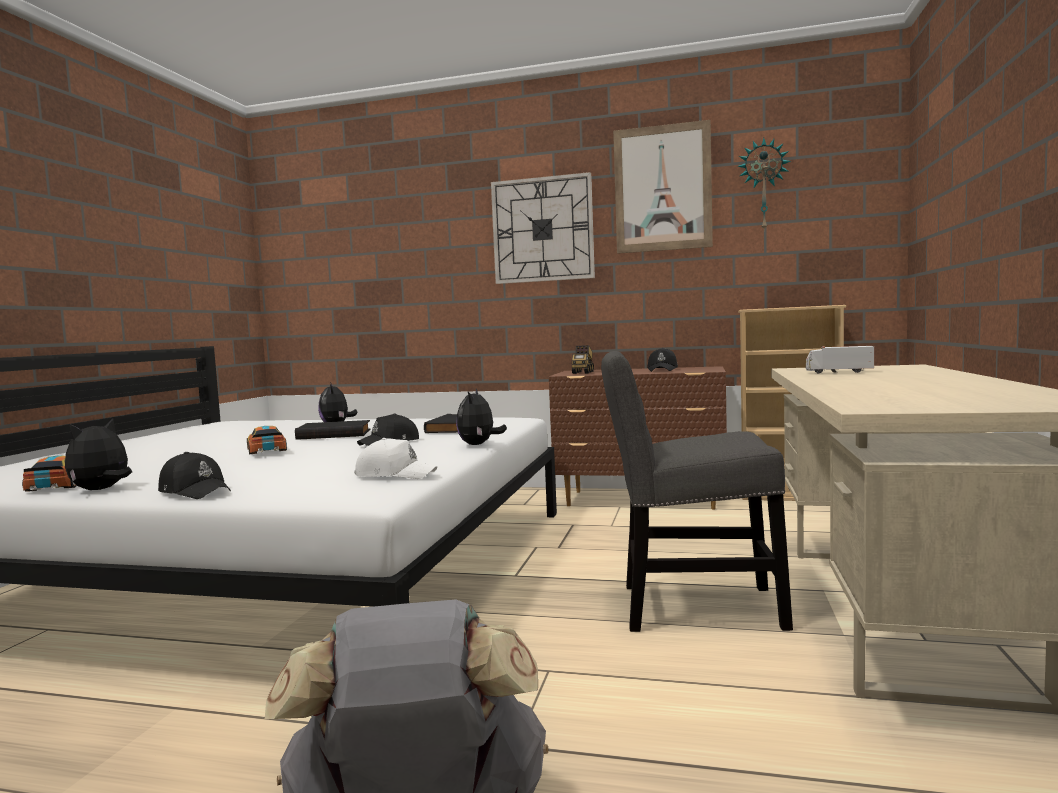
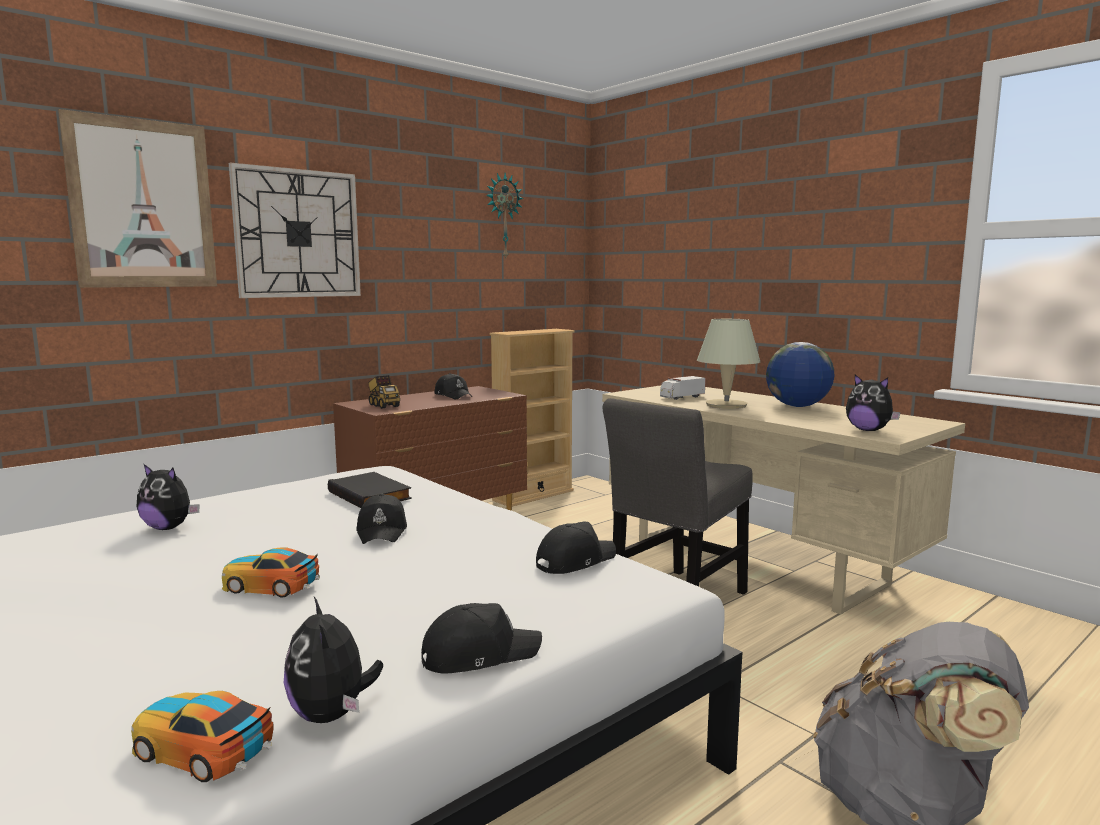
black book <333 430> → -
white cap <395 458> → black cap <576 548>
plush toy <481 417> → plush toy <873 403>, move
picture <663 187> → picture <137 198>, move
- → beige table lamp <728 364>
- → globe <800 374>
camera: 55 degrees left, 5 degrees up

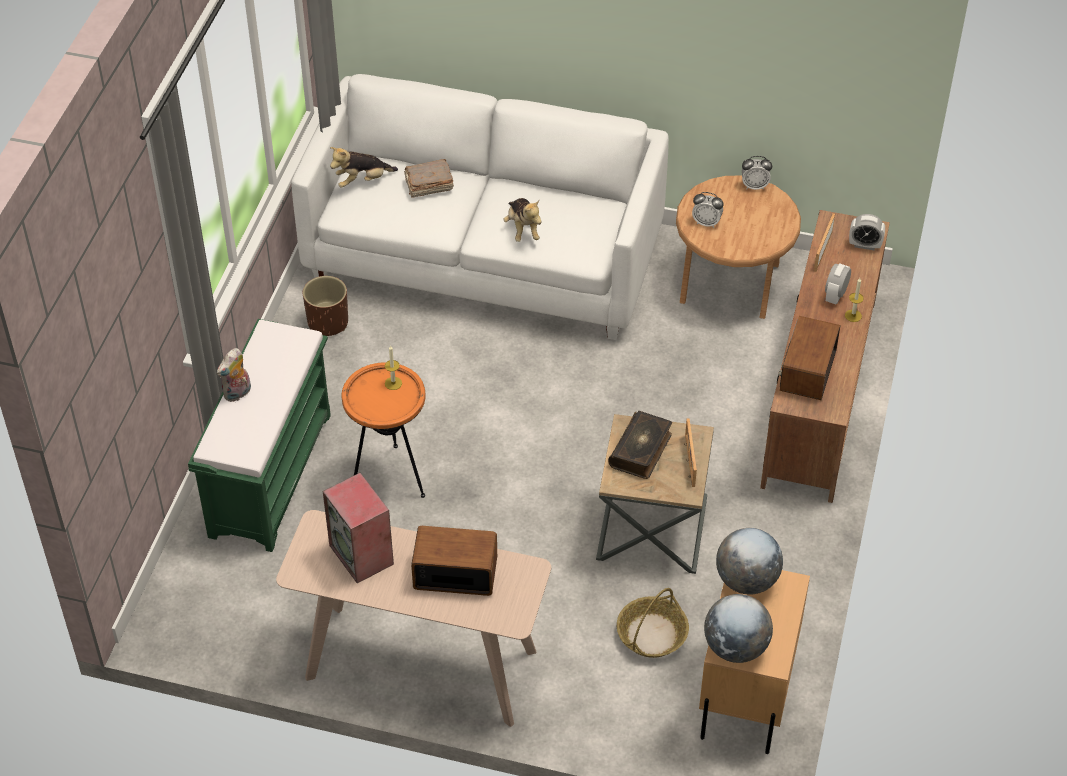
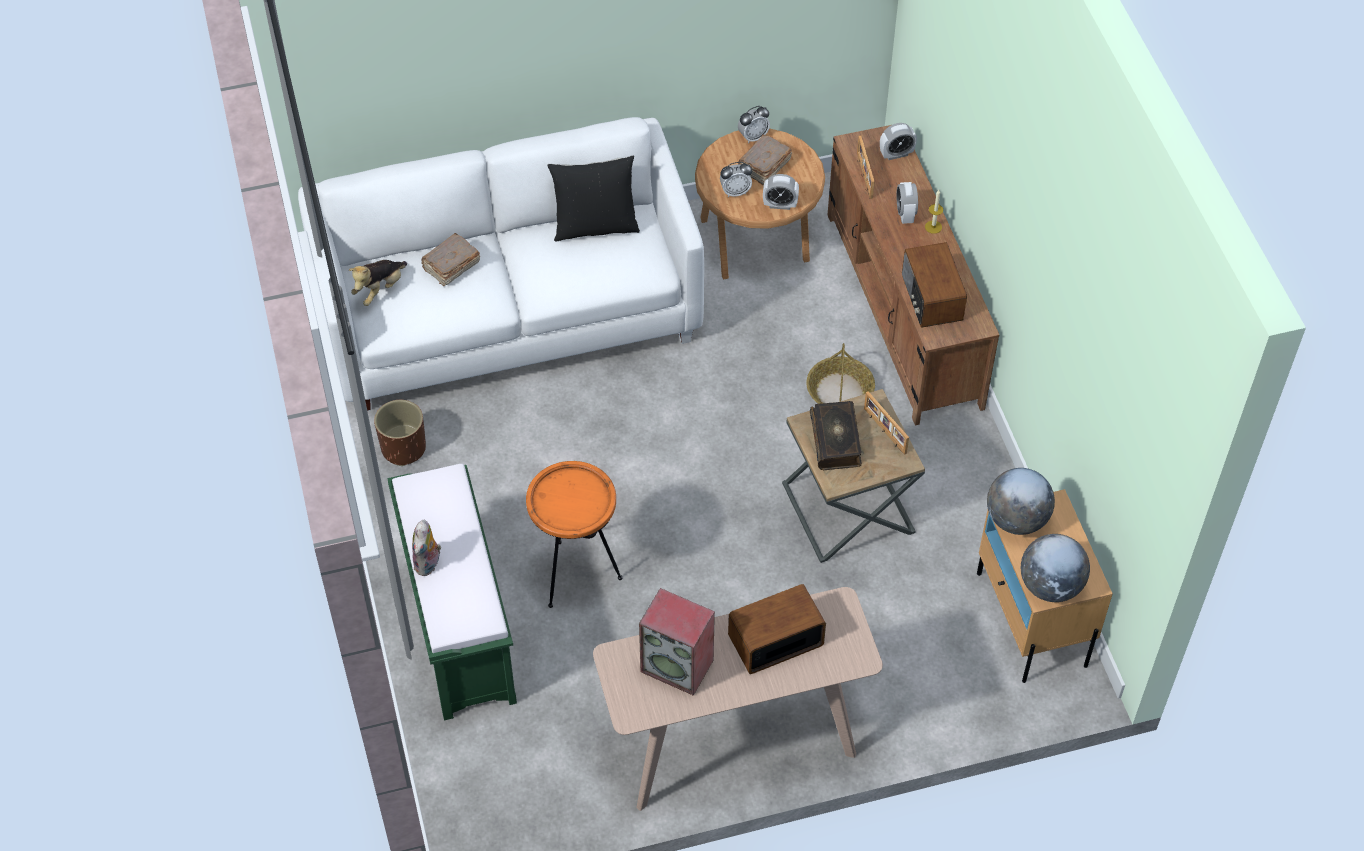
candle <393 367> → -
plush toy <522 220> → -
basket <653 623> → basket <840 373>, move
- → black pillow <593 198>
- → brown book <765 160>
- → alarm clock <781 192>
camera: 30 degrees left, 5 degrees up

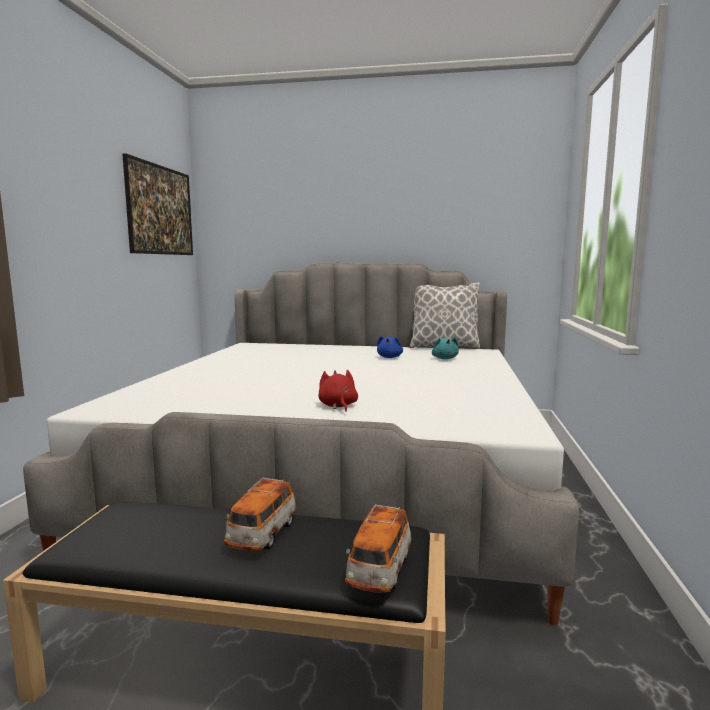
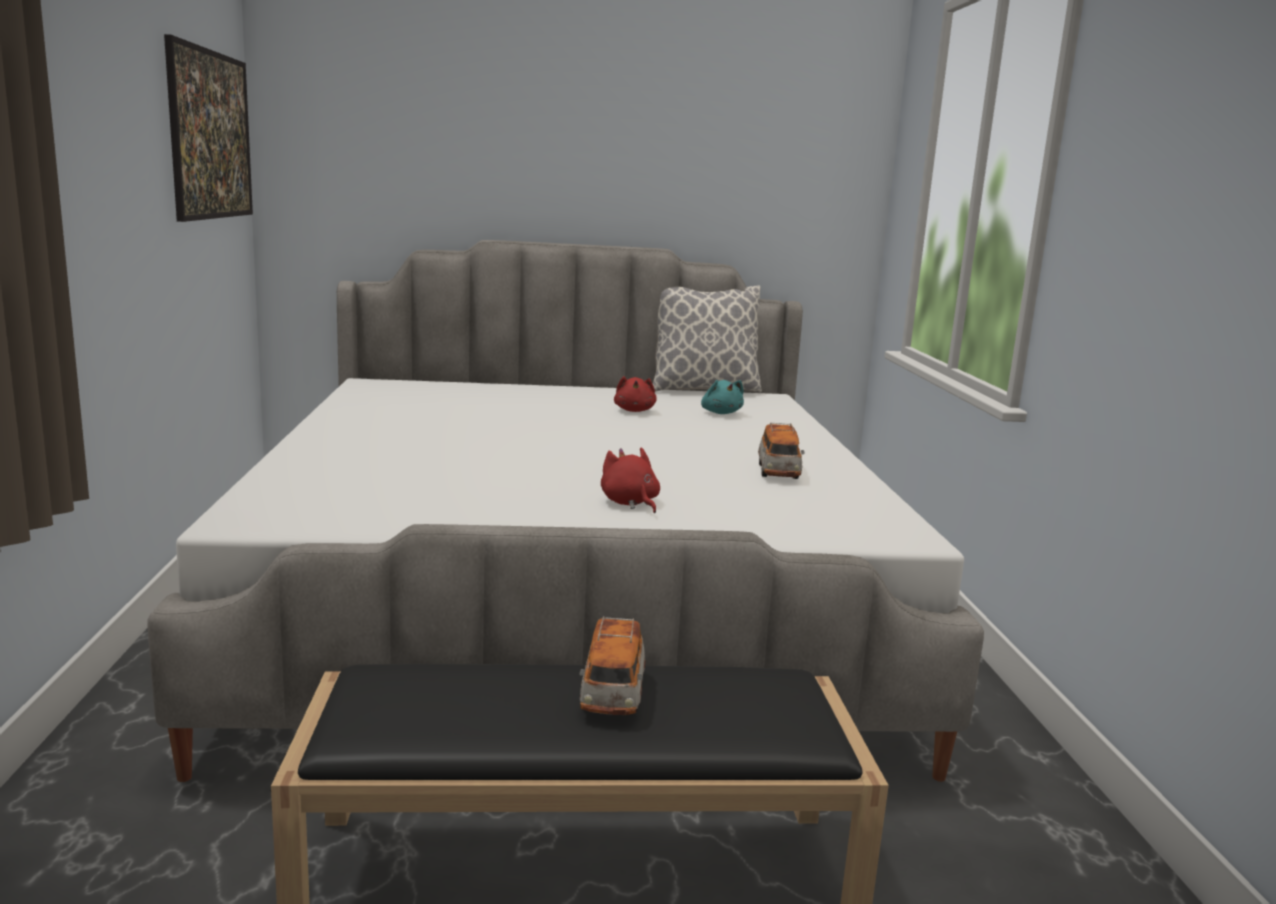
toy car <378 548> → toy car <781 450>, move
blue plush toy <390 347> → red plush toy <635 394>
camera: 15 degrees left, 5 degrees up

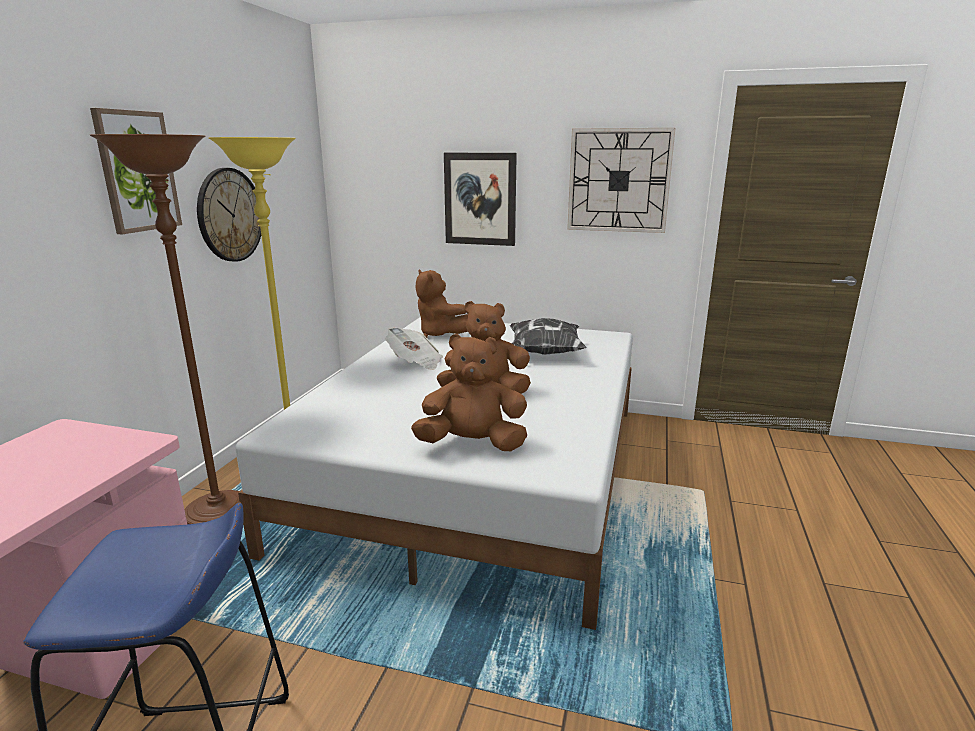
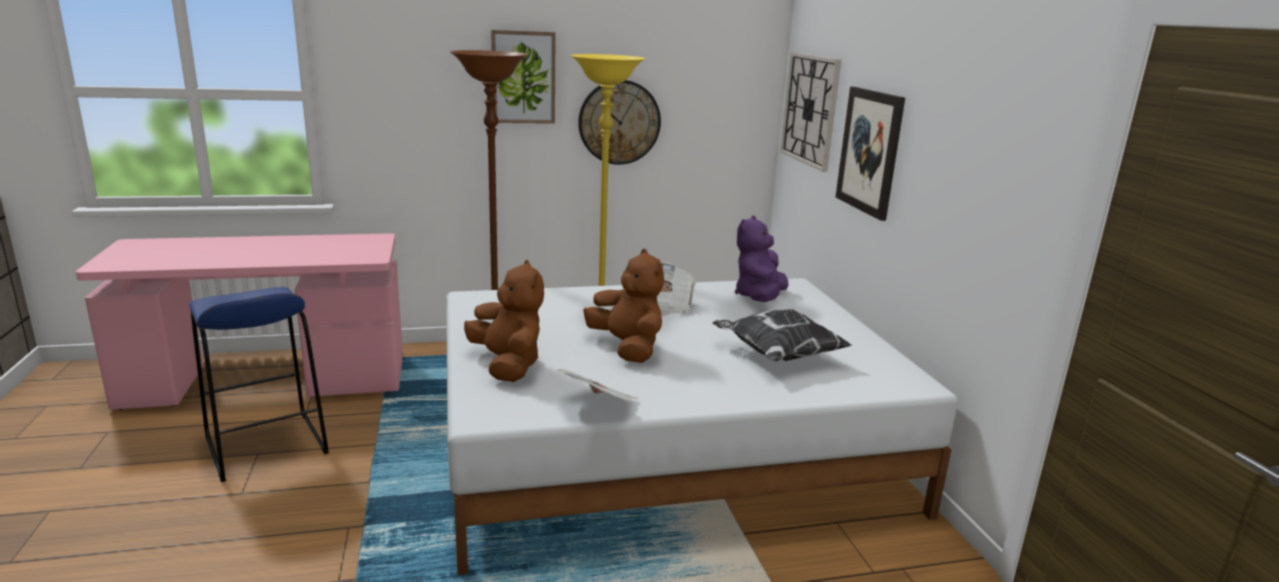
brown plush toy <441 304> → purple plush toy <762 259>
wall clock <621 180> → wall clock <810 112>, move
- → newspaper <598 385>
camera: 60 degrees right, 0 degrees up

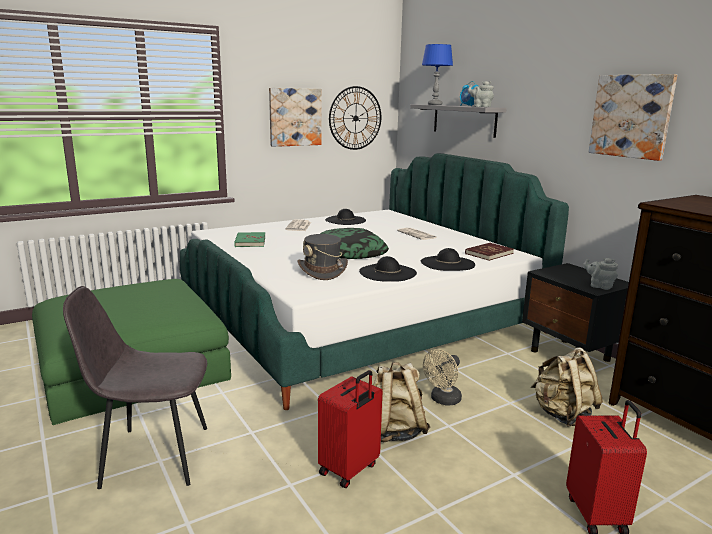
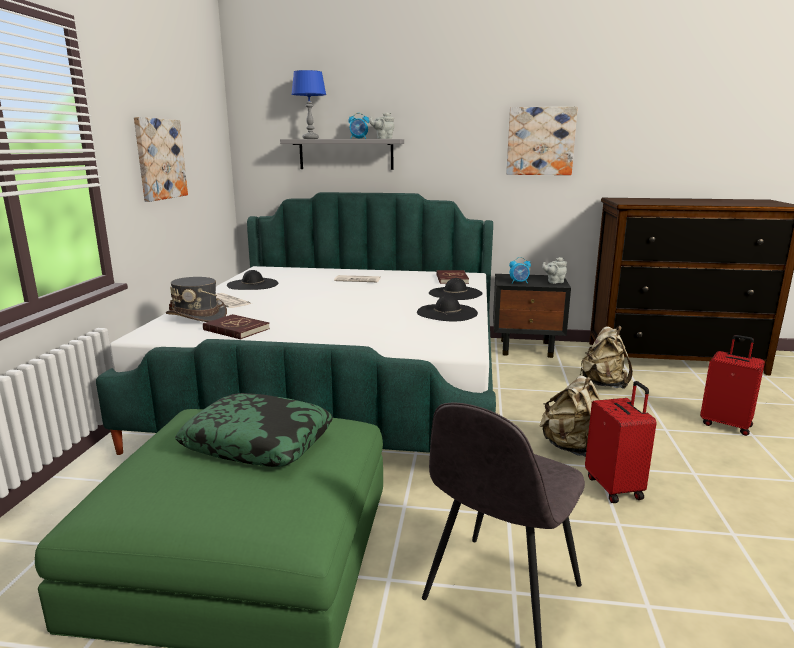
green book <249 239> → red book <236 326>
grey hat <322 257> → grey hat <196 299>, move
pillow <354 243> → pillow <254 430>, move
wall clock <355 118> → -
beige fan <442 377> → -
- → alarm clock <520 270>
camera: 50 degrees left, 0 degrees up

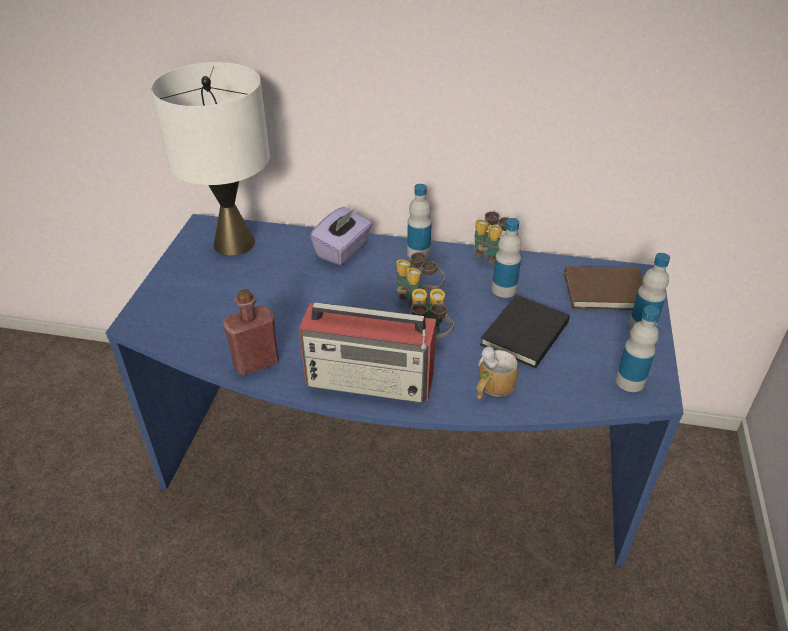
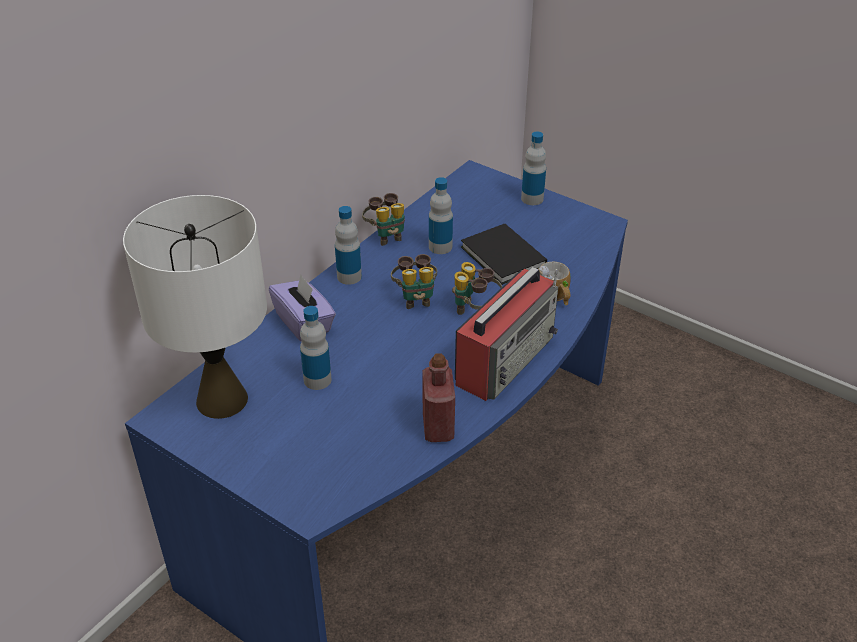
brown book <603 288> → -
bottle <638 349> → bottle <316 348>, move
camera: 65 degrees left, 0 degrees up

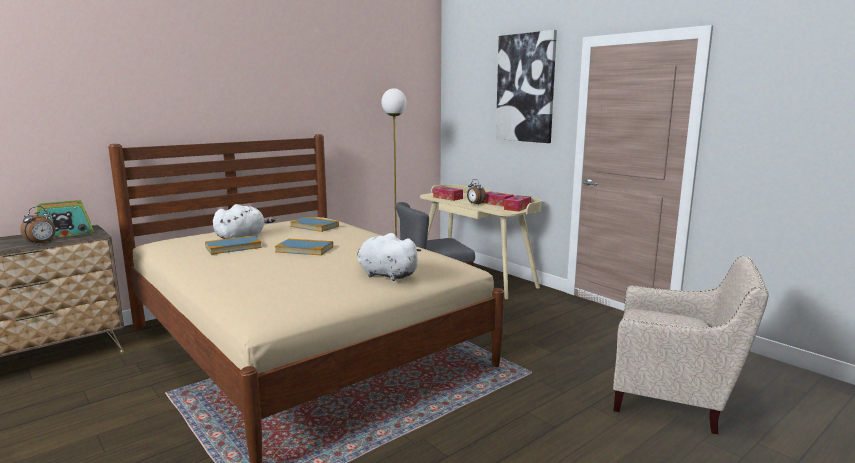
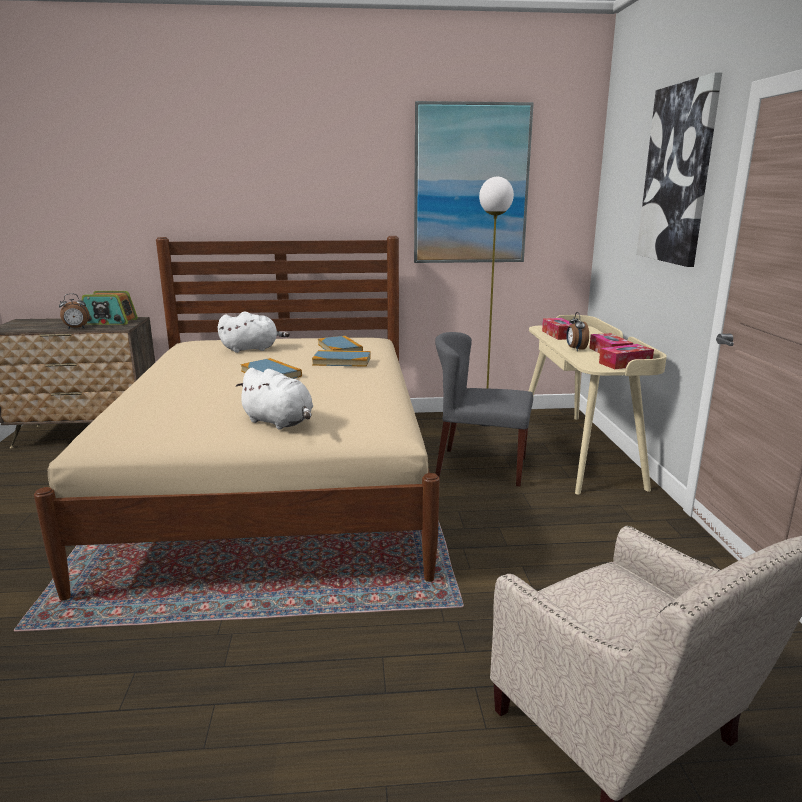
book <233 245> → book <341 358>, move
white plush toy <389 257> → white plush toy <274 399>, 150 degrees clockwise
- → picture <474 182>
camera: 35 degrees right, 5 degrees up

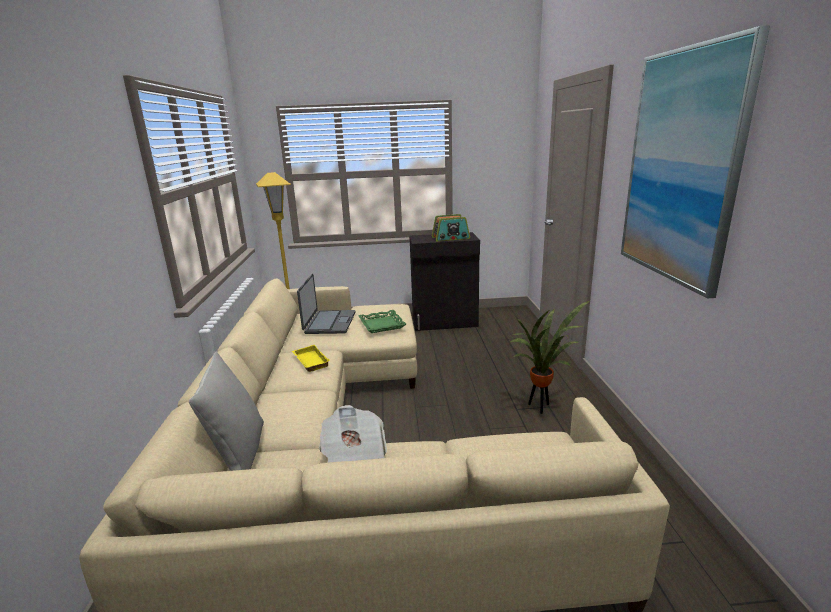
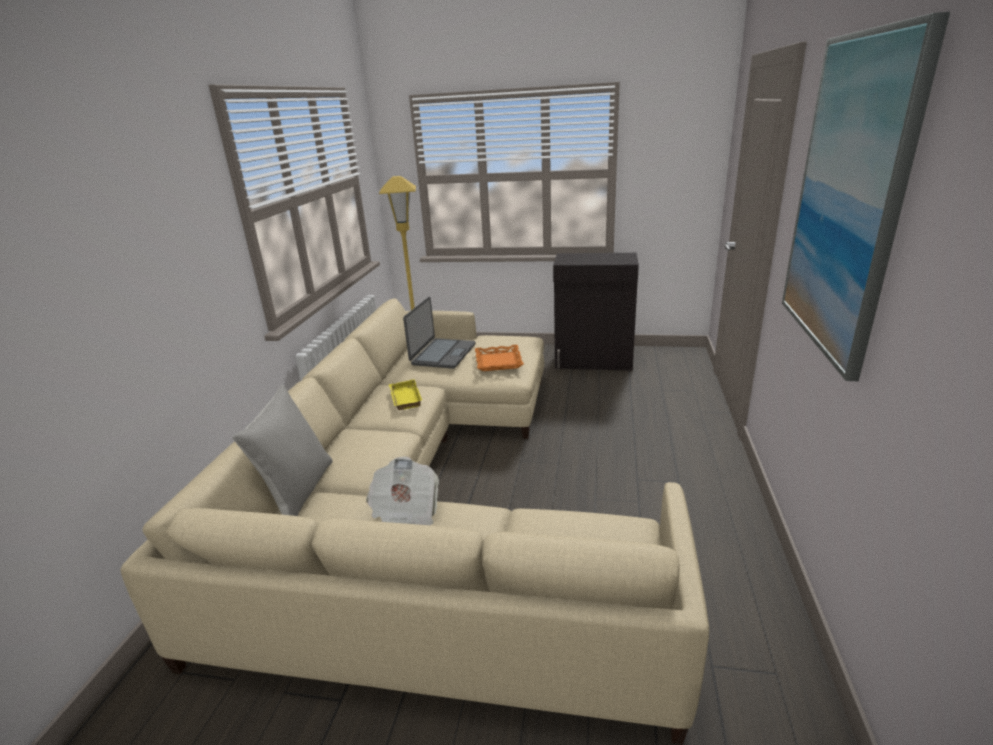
green tray <382 321> → orange tray <499 358>
radio <451 227> → -
potted plant <550 357> → -
camera: 15 degrees right, 5 degrees up

